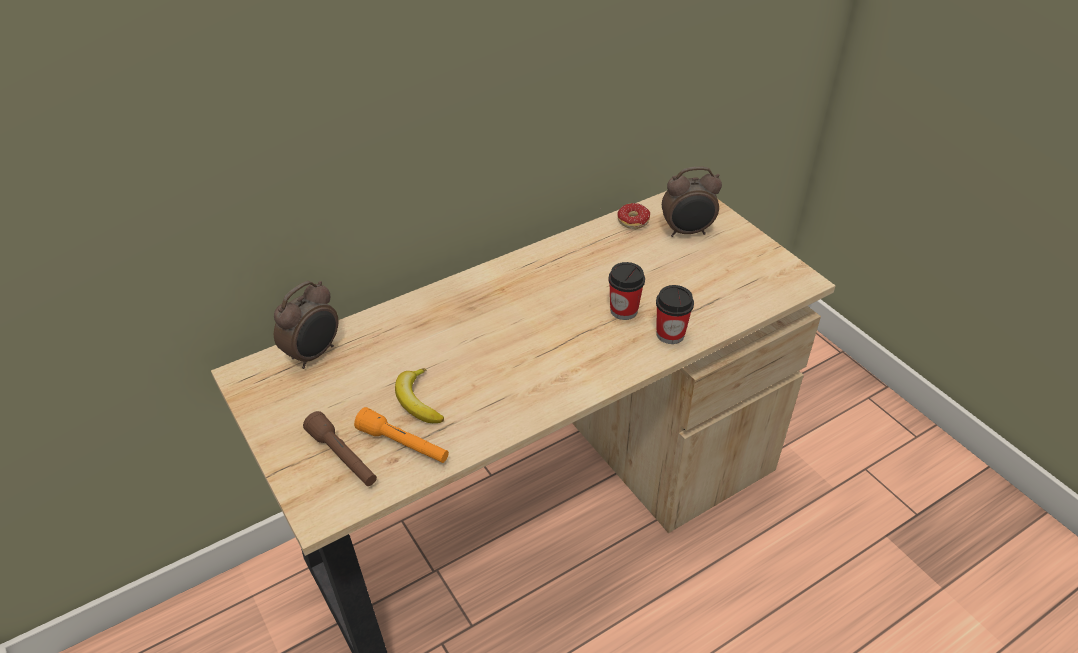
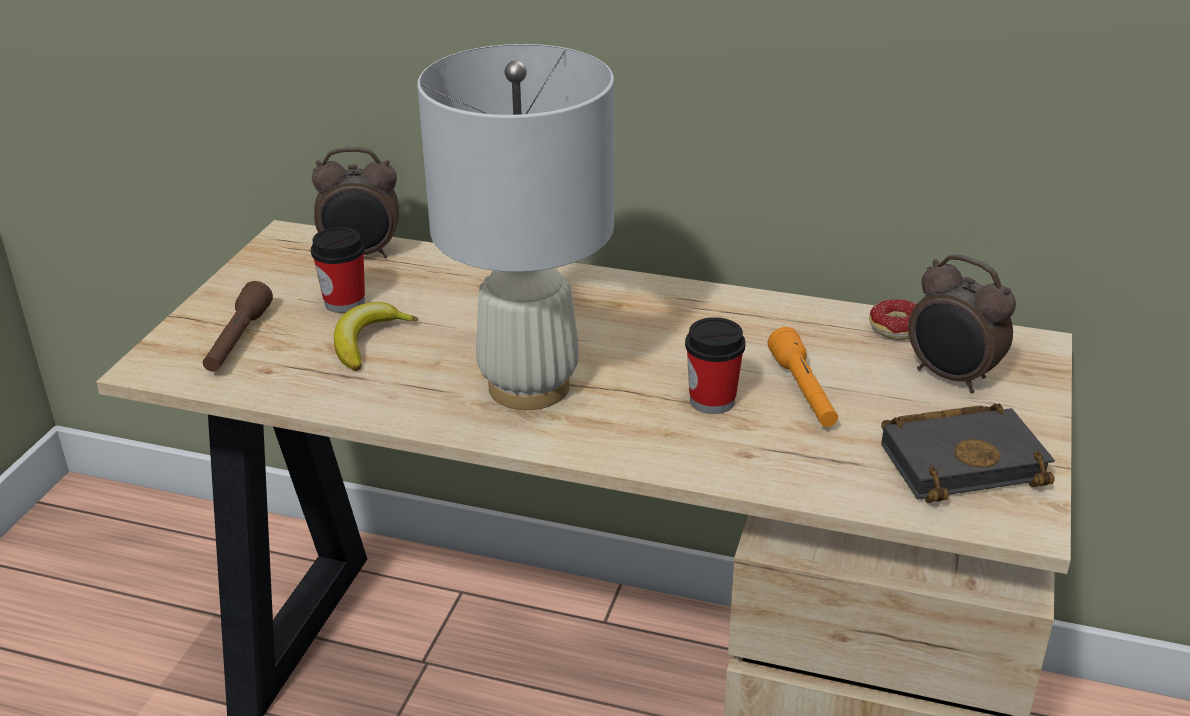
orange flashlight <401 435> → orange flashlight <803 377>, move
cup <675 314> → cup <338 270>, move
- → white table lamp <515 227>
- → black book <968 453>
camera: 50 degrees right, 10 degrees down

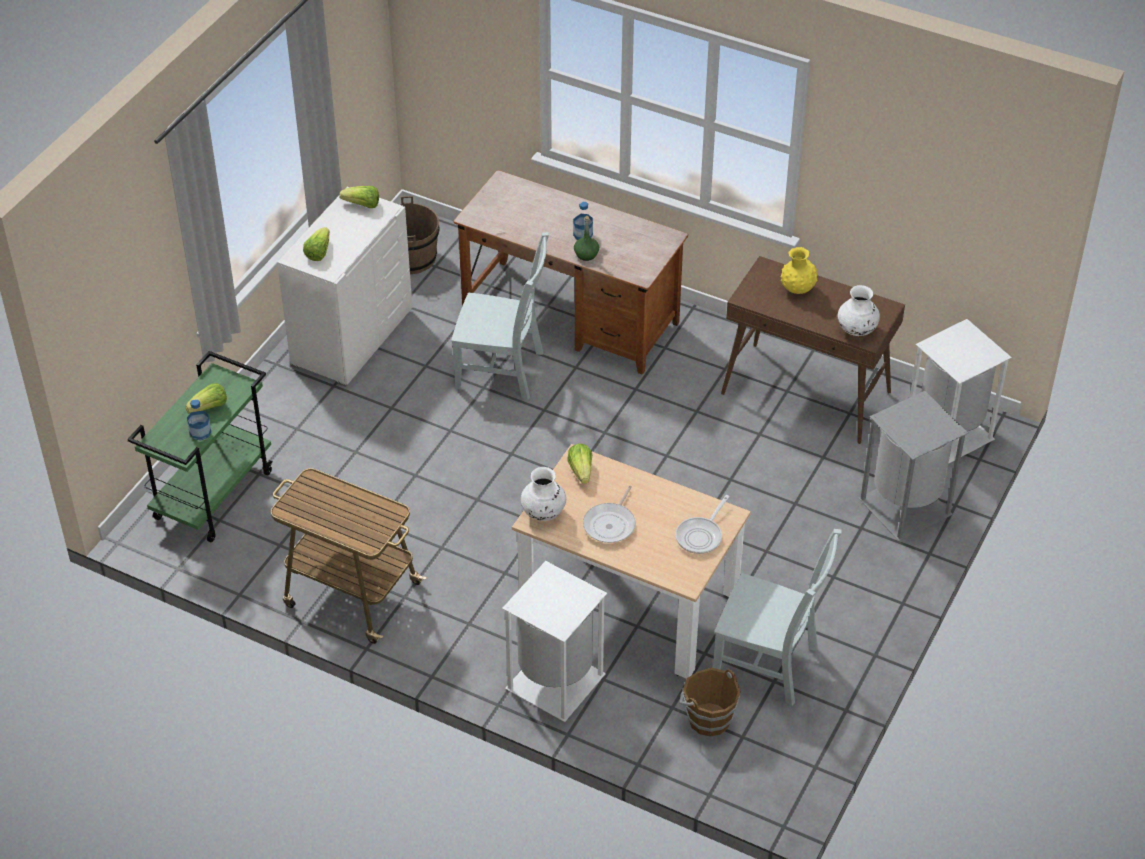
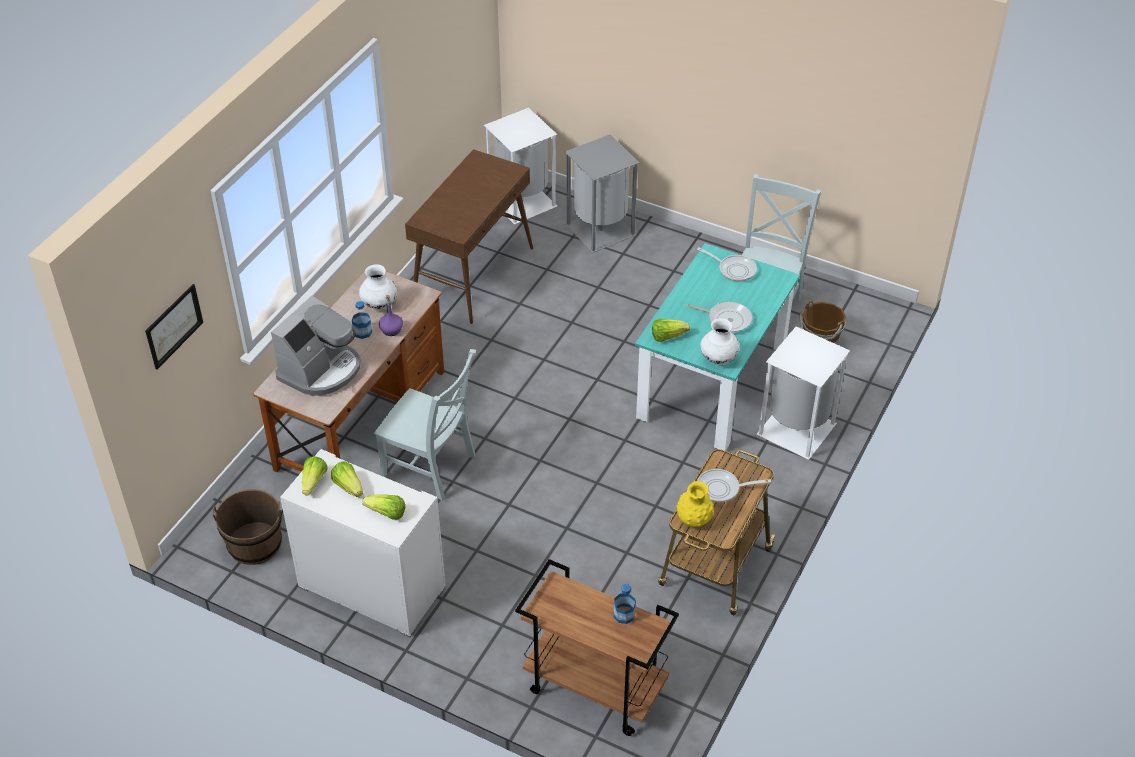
green cart <200 446> → brown cart <597 647>
lettuce <206 398> → lettuce <347 479>, move
grey chair <500 316> → grey chair <425 425>, 105 degrees clockwise
beige dining table <631 561> → turquoise dining table <717 347>
green bottle <586 238> → purple bottle <391 315>
yellow vase <799 270> → yellow vase <695 504>, move
white vase <859 310> → white vase <378 287>, move
- → picture <174 326>
- → coffee machine <316 346>
- → frying pan <734 486>
camera: 90 degrees left, 0 degrees up

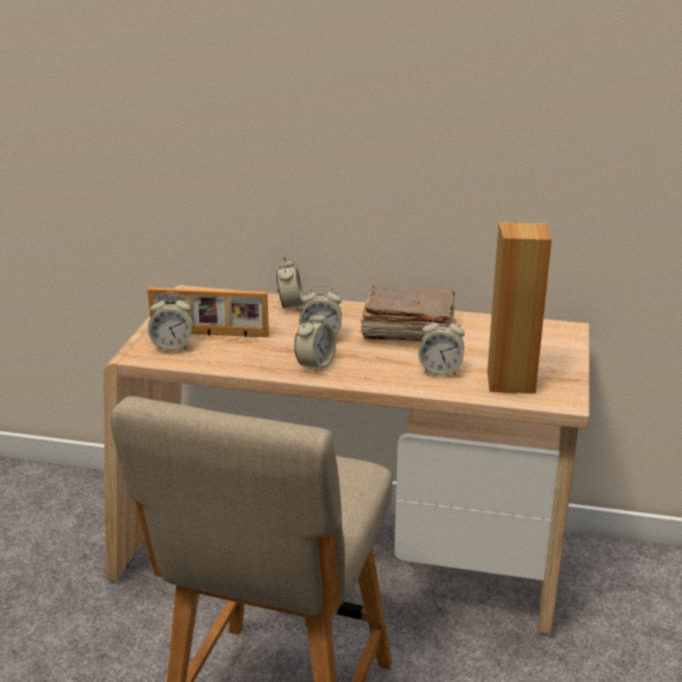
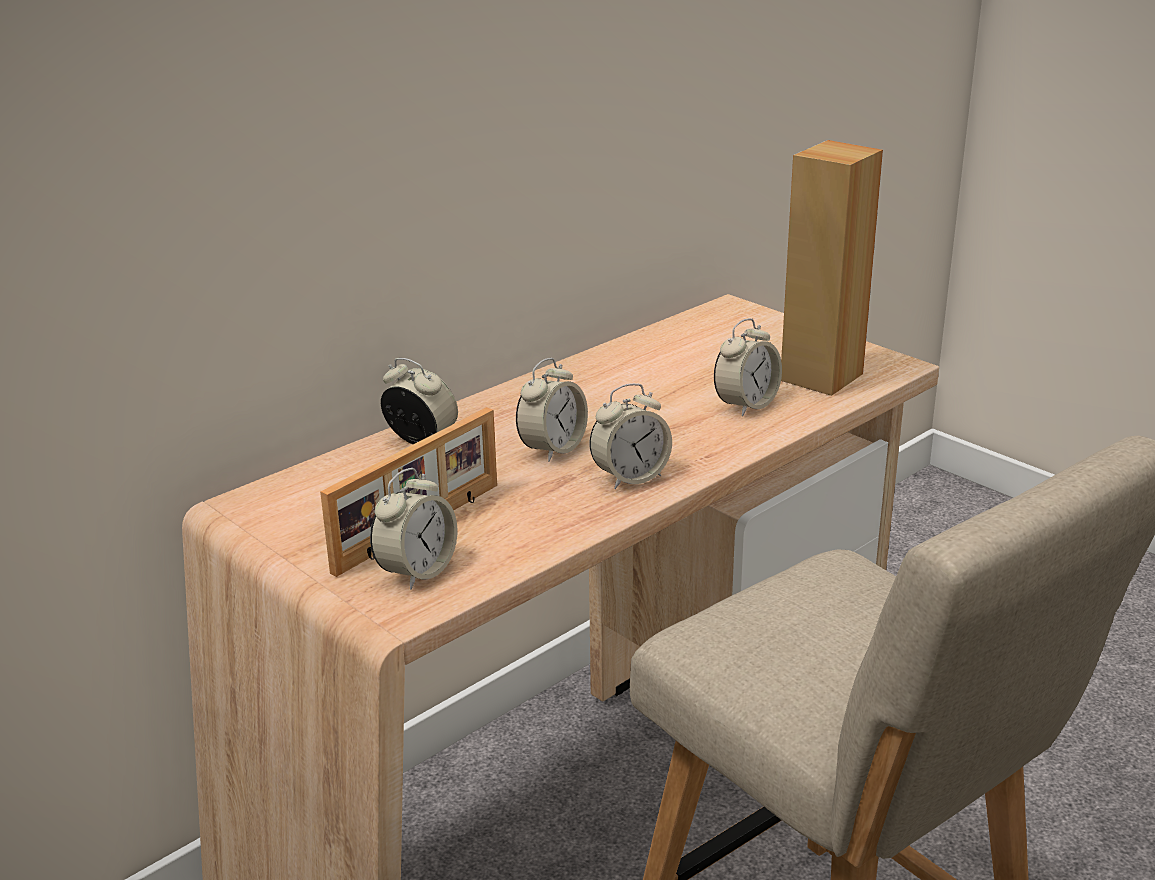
alarm clock <315 341> → alarm clock <631 436>, 90 degrees clockwise
brown book <407 313> → -
camera: 55 degrees left, 0 degrees up

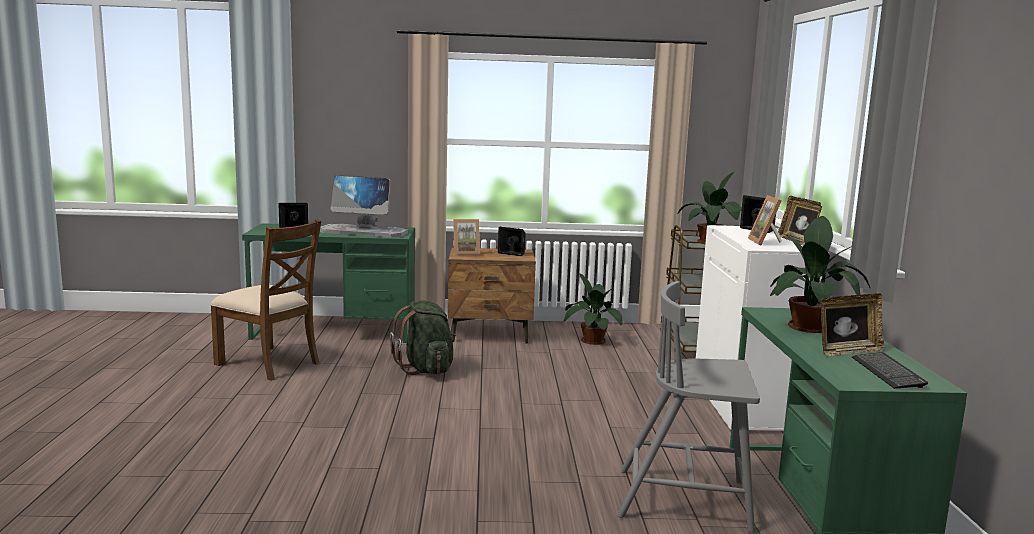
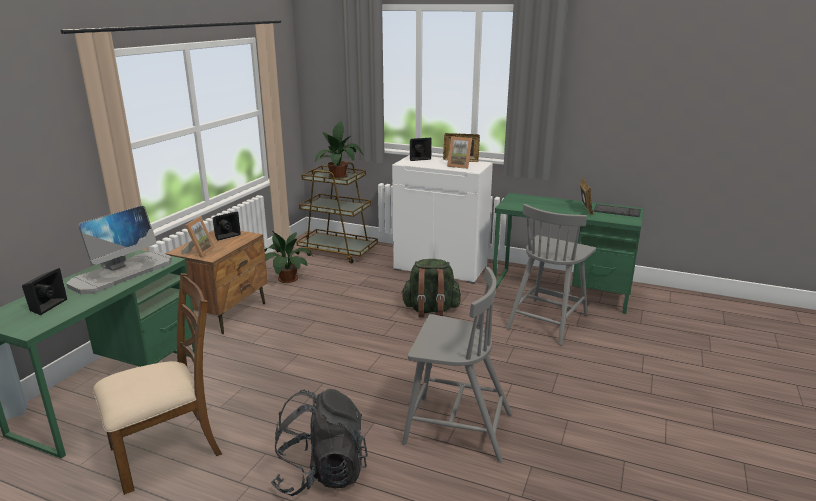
green backpack <423 337> → green backpack <431 288>, move
potted plant <820 274> → -
- → black backpack <319 442>
- → grey chair <457 364>
camera: 65 degrees left, 10 degrees up

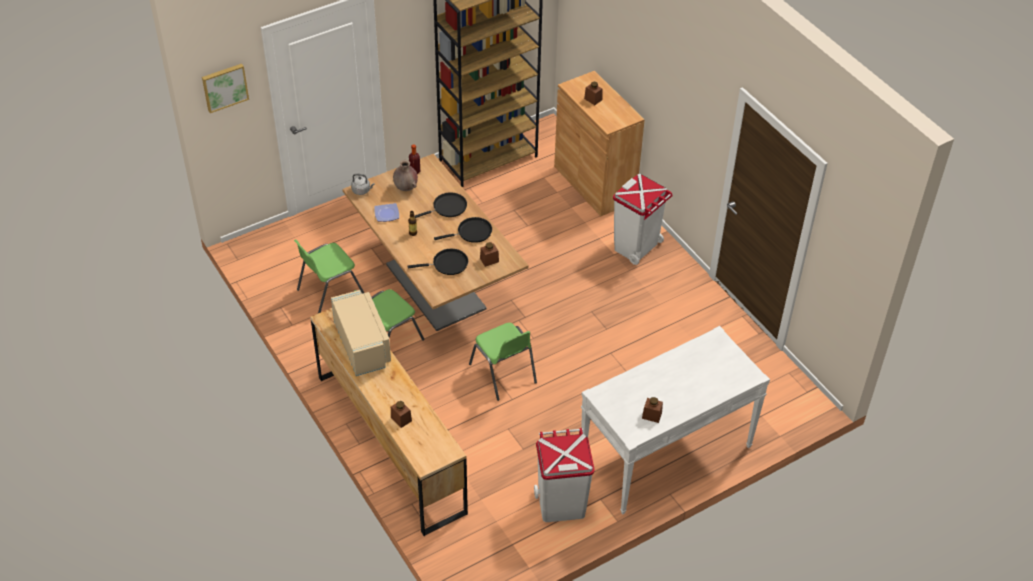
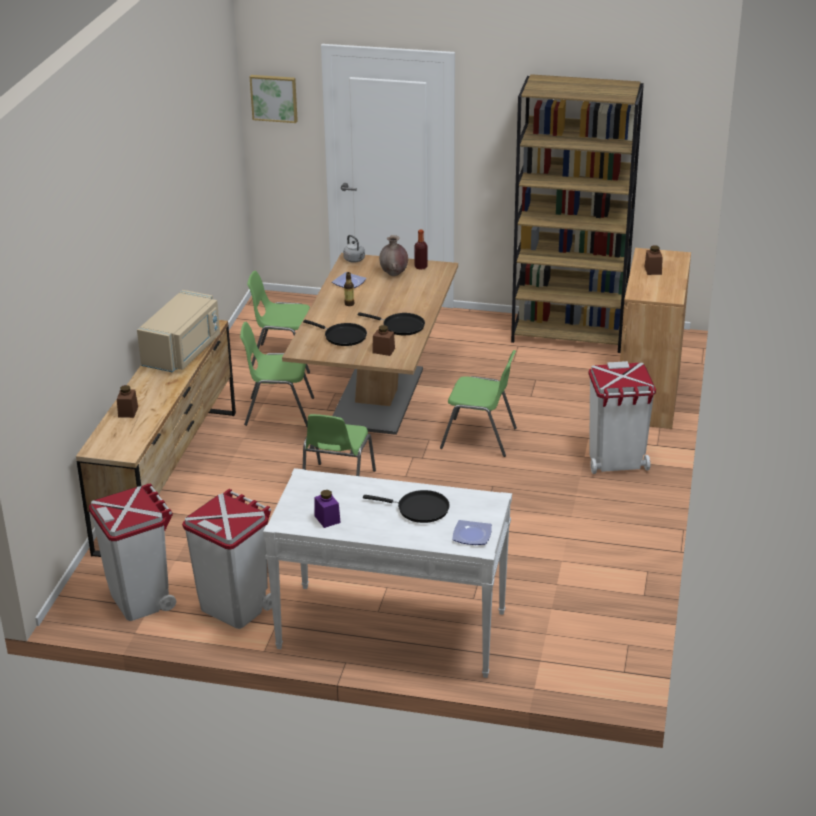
black frying pan <441 205> → black frying pan <406 506>, move
brown jar <652 410> → purple jar <327 509>
- → white trash can <132 552>
- → green chair <478 403>
- → plate <472 532>
camera: 45 degrees right, 15 degrees down

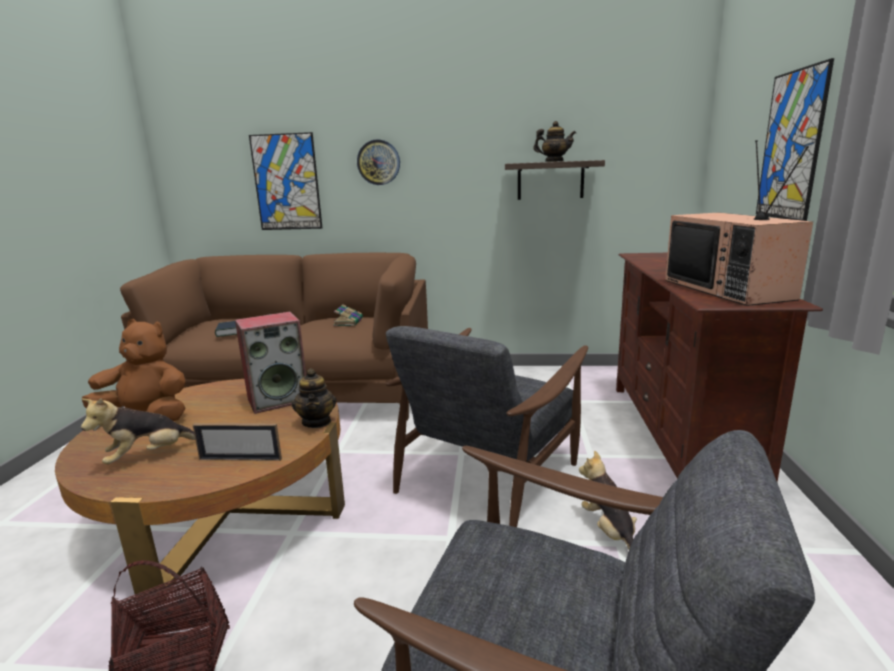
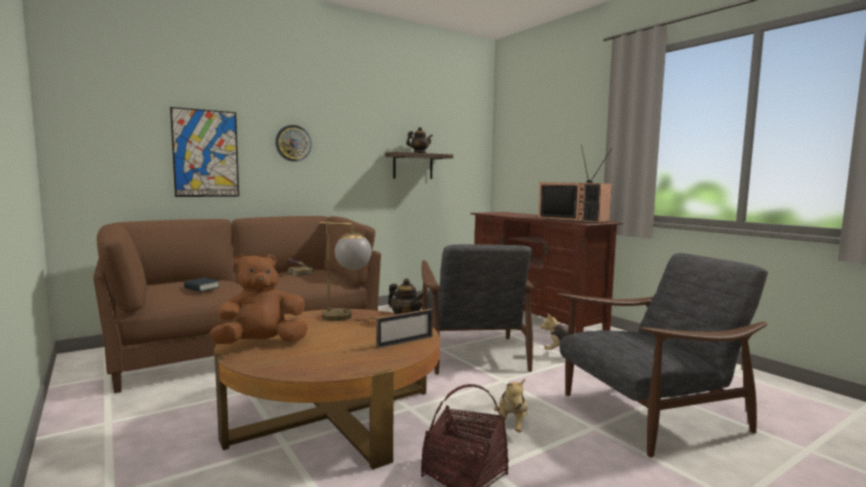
plush toy <138 431> → plush toy <511 405>, move
speaker <270 363> → table lamp <346 271>
picture <795 139> → -
camera: 40 degrees left, 10 degrees down

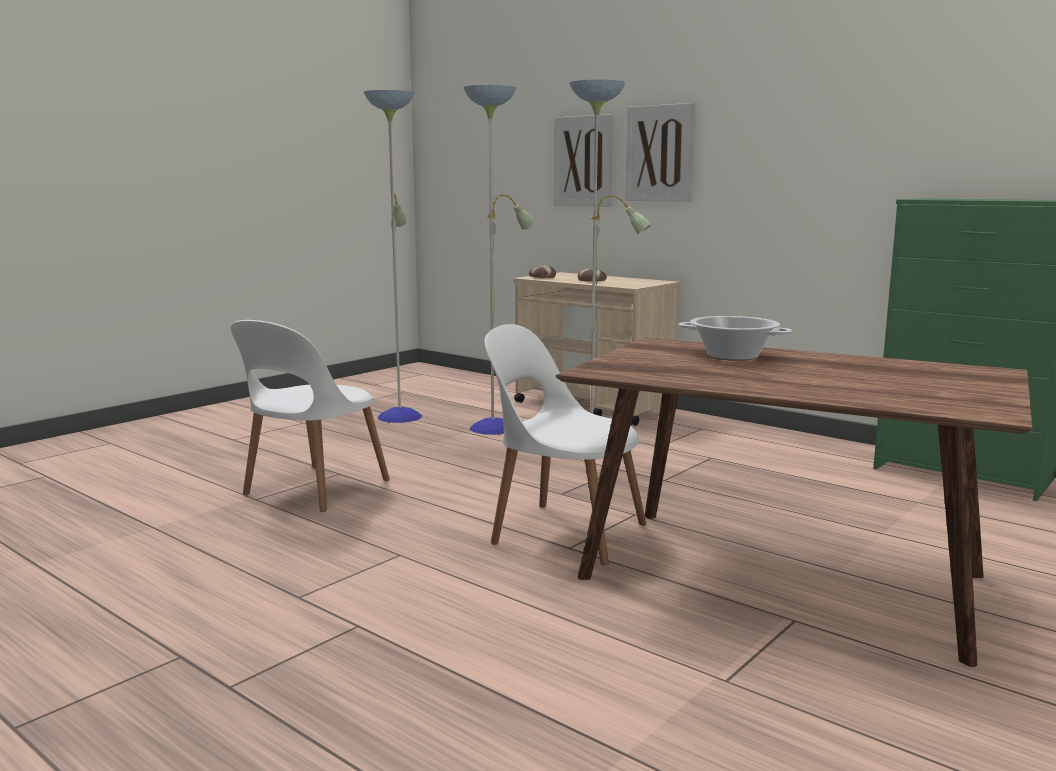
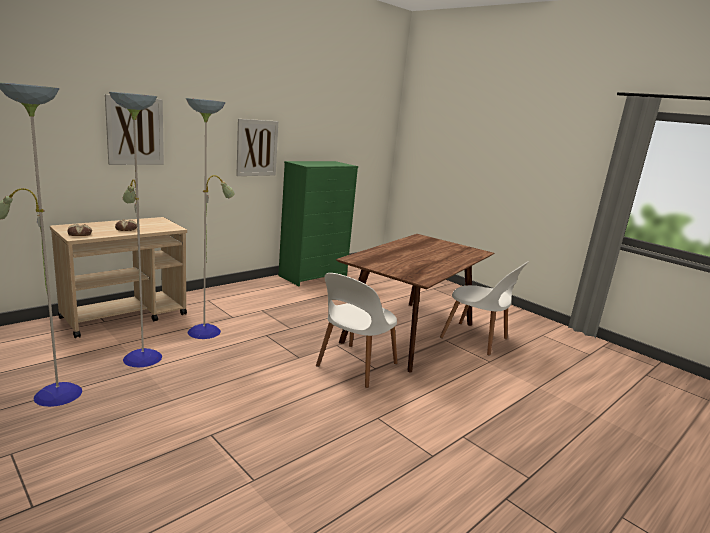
white chair <310 416> → white chair <484 308>, move
picture <584 160> → picture <257 147>, move
cooking pot <735 338> → -
camera: 85 degrees left, 5 degrees up

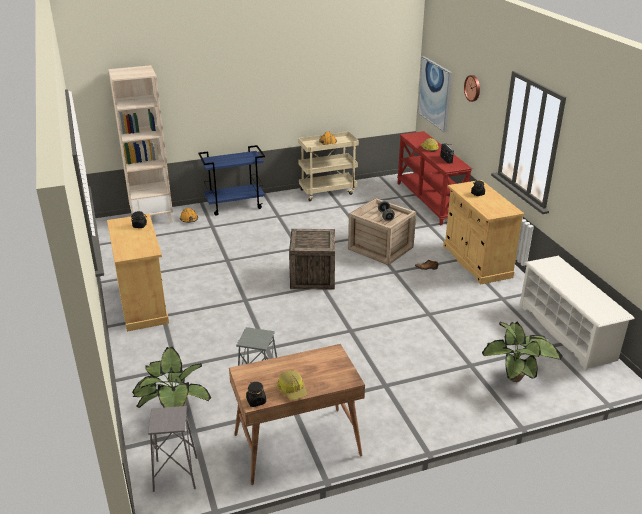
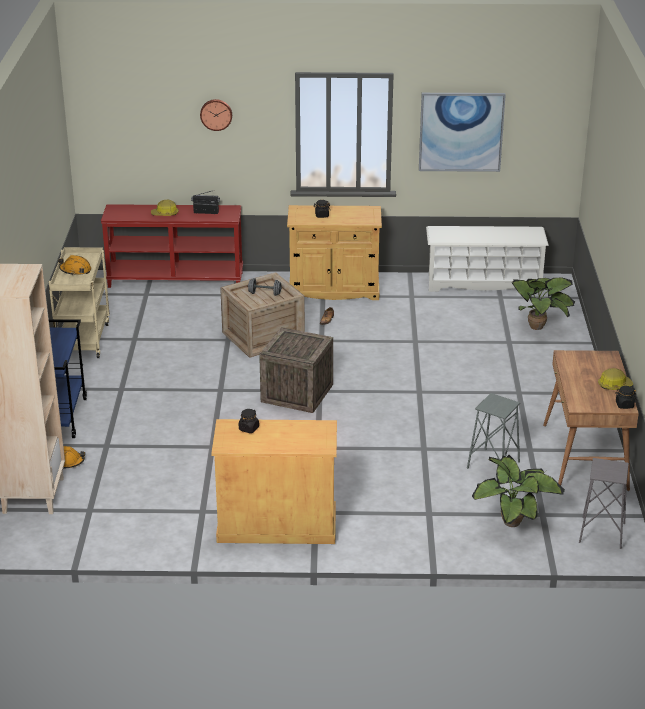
picture <435 94> → picture <462 132>, move
camera: 70 degrees left, 0 degrees up

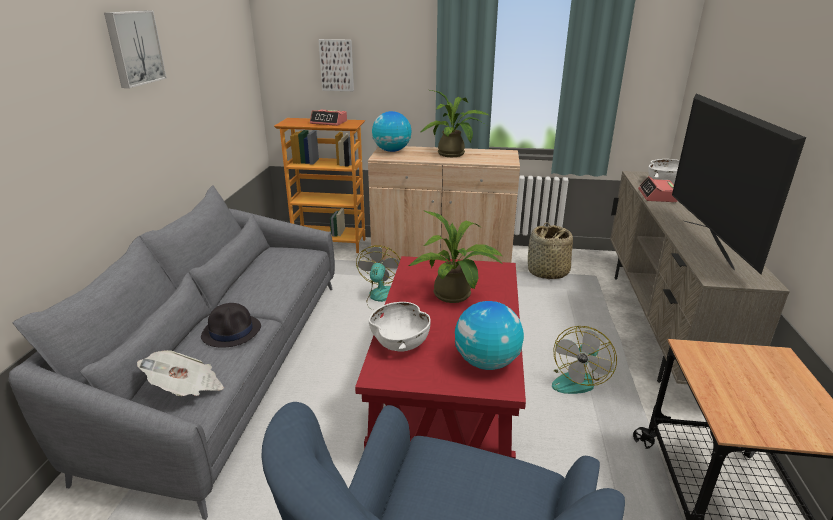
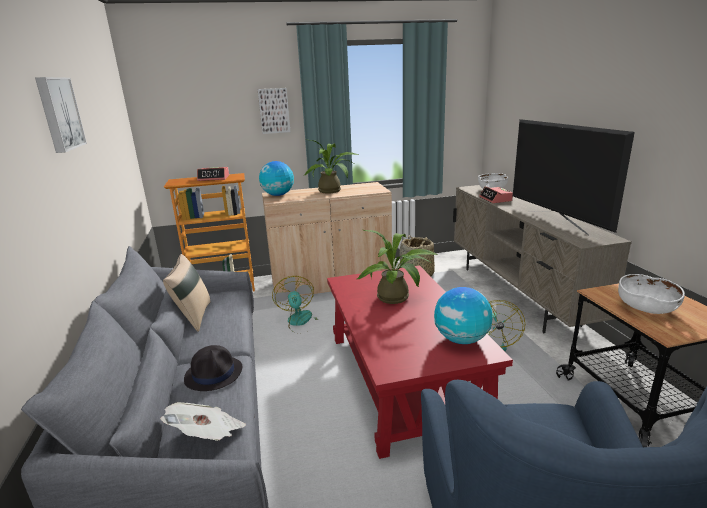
picture <336 65> → picture <274 111>, move
white bowl <399 326> → white bowl <651 294>, move
- → beige pillow <187 293>
camera: 20 degrees left, 5 degrees down

